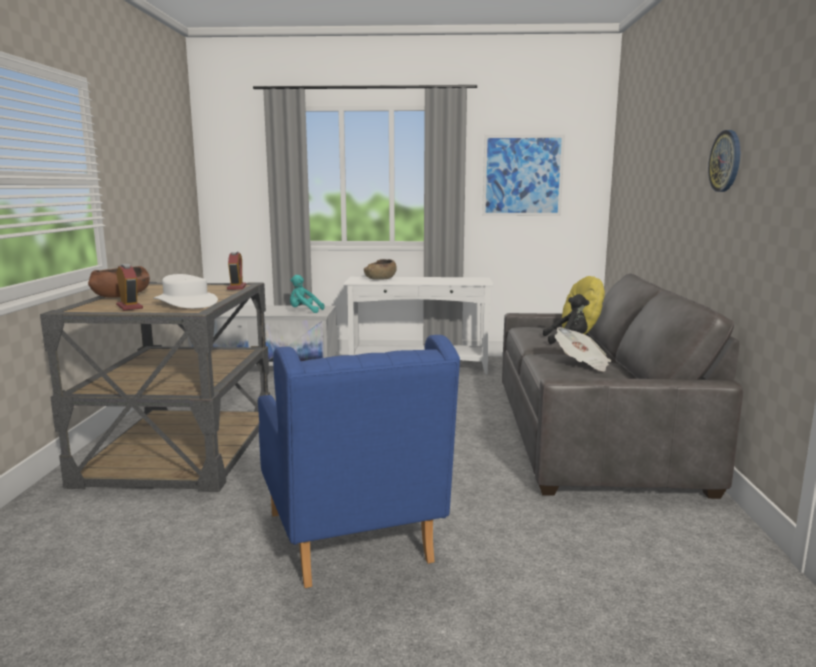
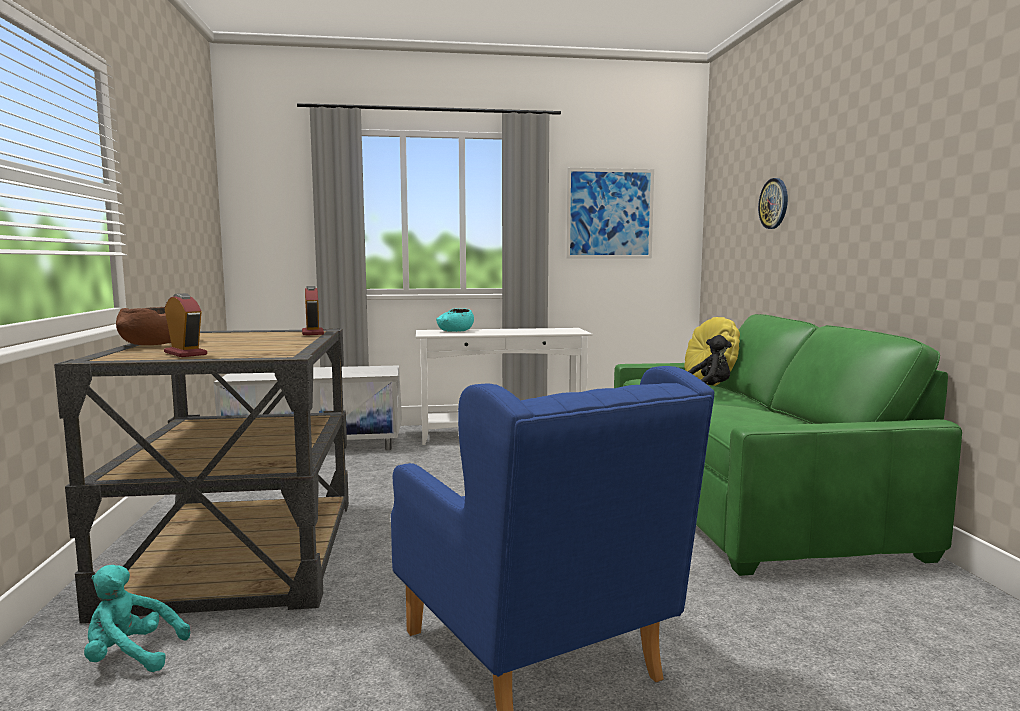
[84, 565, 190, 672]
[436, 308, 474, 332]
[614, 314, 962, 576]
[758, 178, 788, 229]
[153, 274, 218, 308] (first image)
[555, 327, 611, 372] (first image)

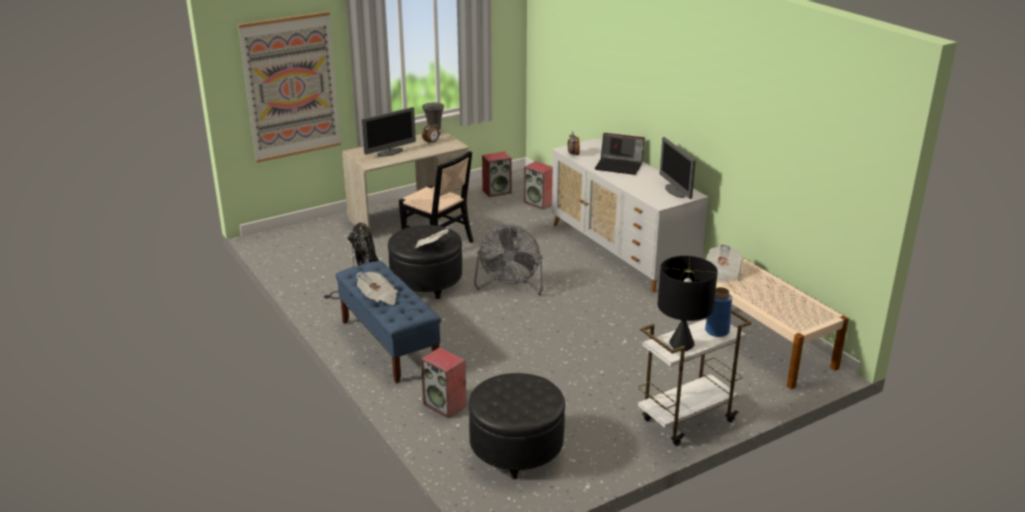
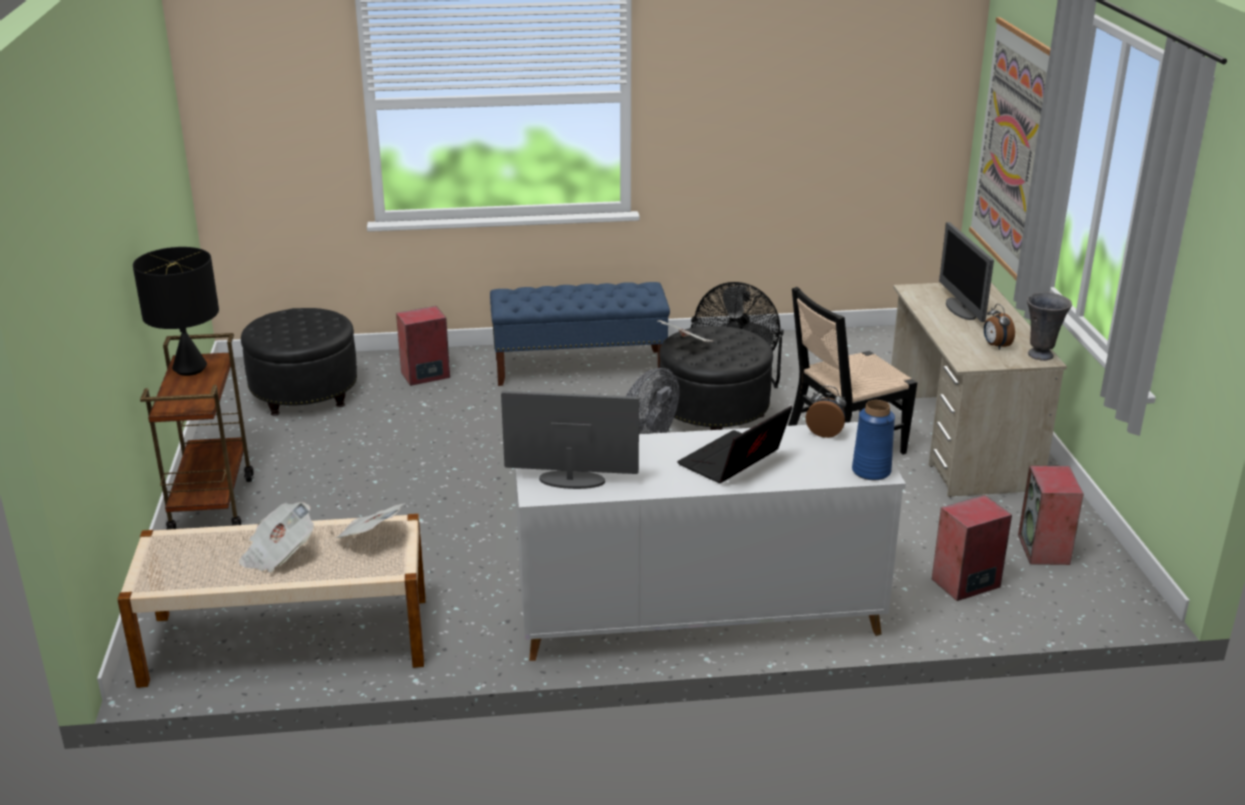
[140, 333, 254, 530]
[239, 502, 314, 573]
[852, 400, 895, 480]

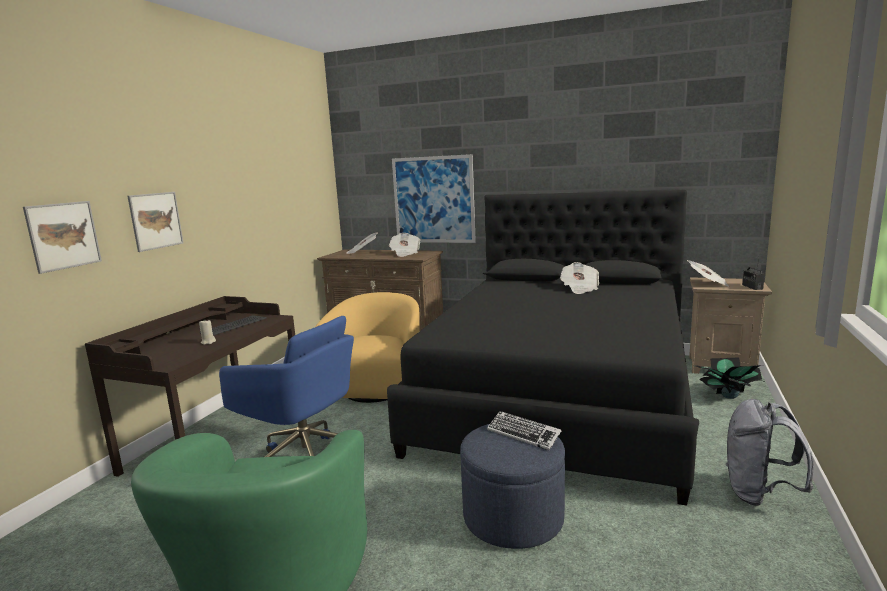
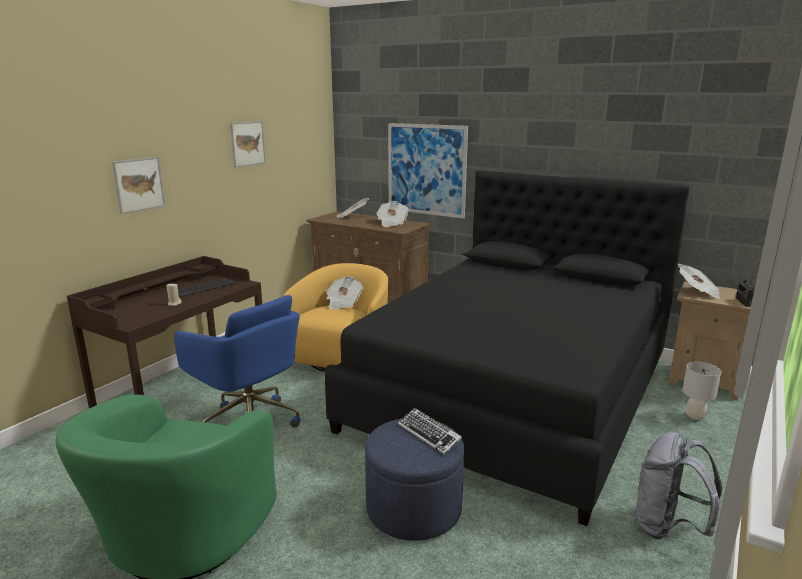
[230, 121, 266, 168]
[326, 276, 364, 310]
[682, 362, 721, 420]

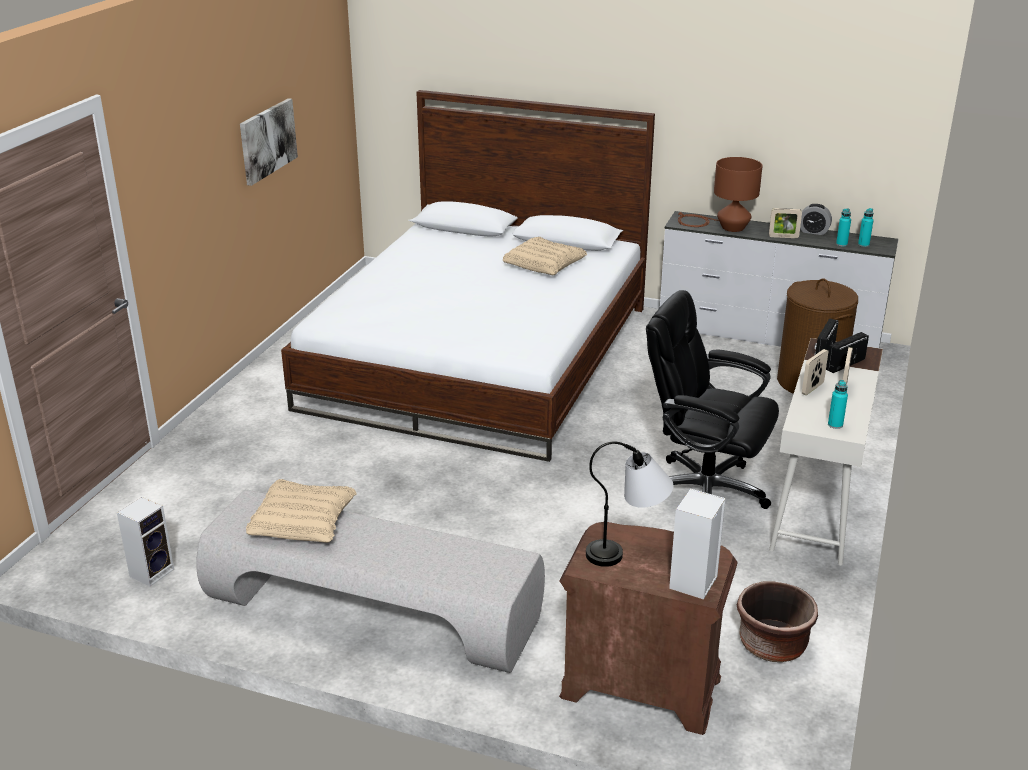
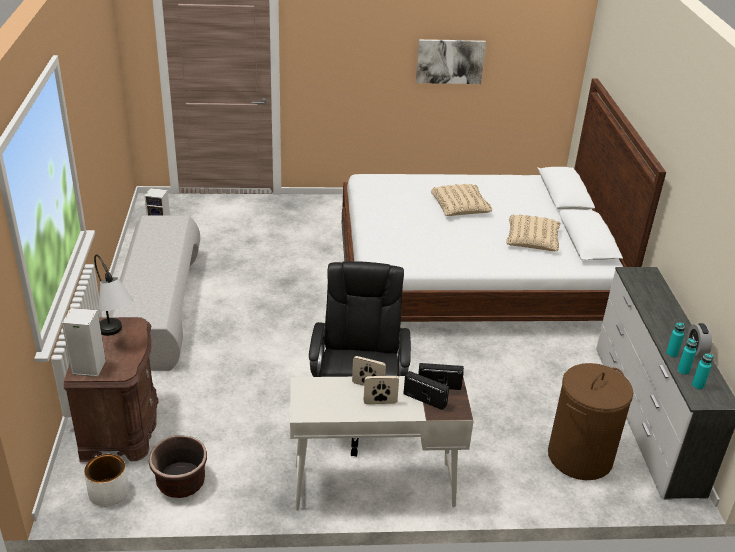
[84, 454, 129, 506]
[431, 184, 492, 216]
[666, 322, 685, 358]
[678, 157, 762, 232] (first image)
[769, 208, 802, 238] (first image)

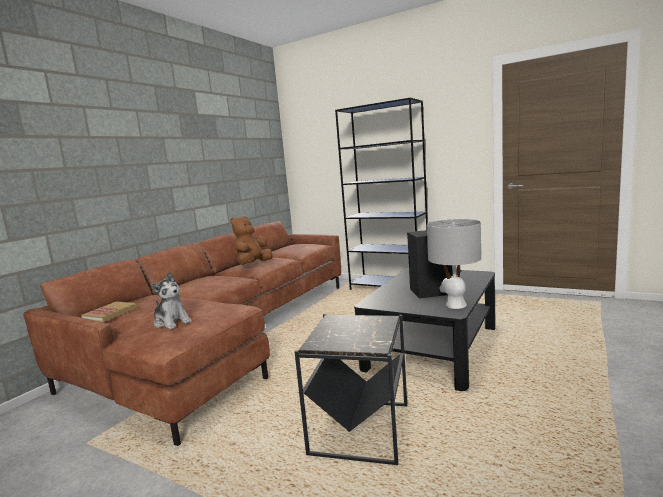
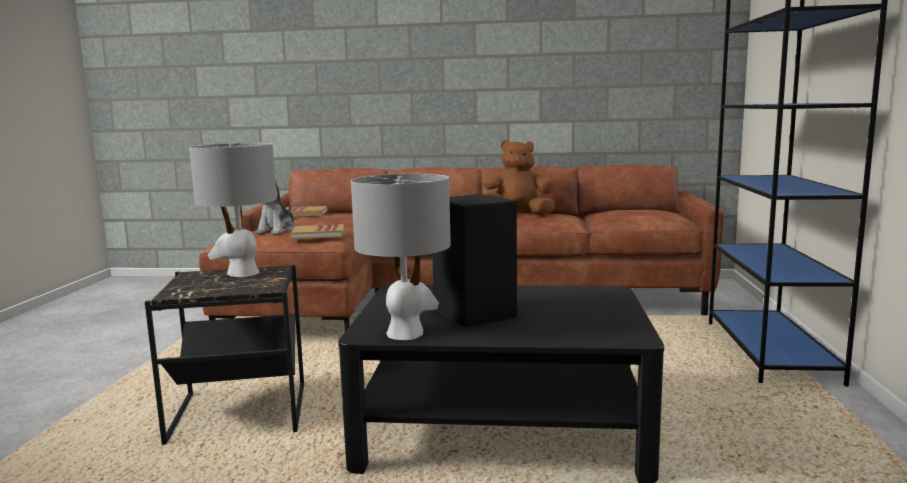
[189, 143, 277, 277]
[291, 224, 345, 239]

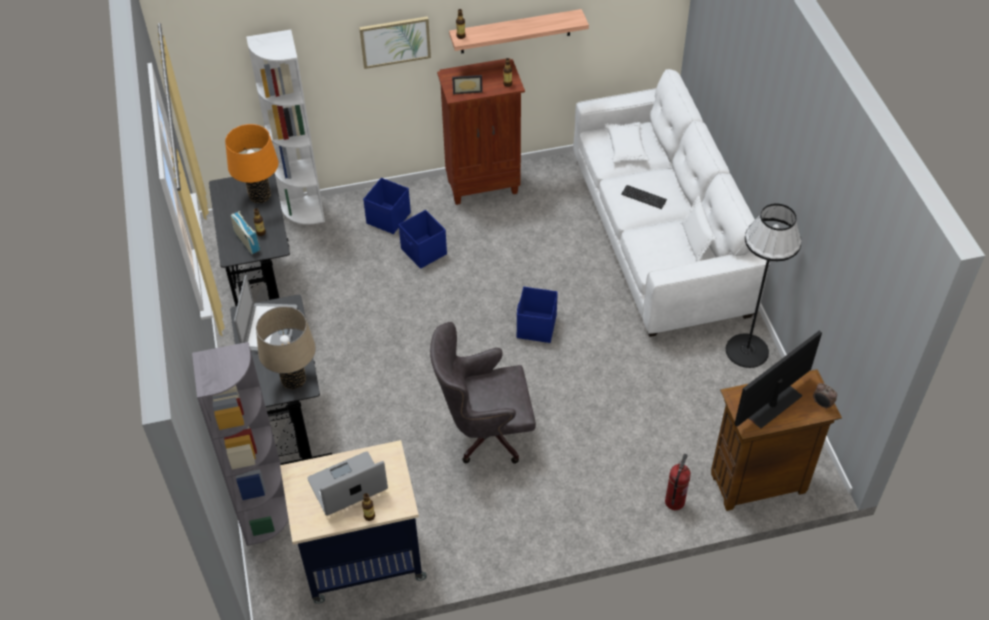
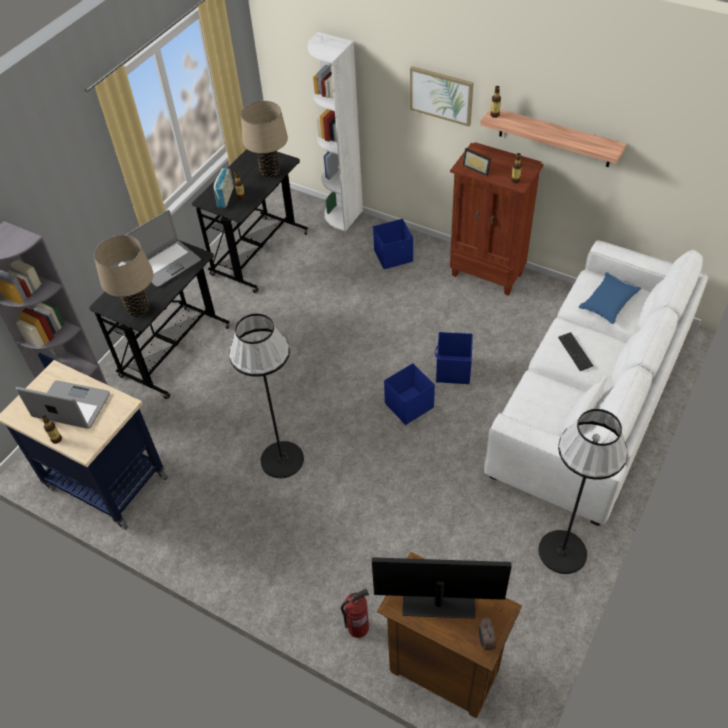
[229, 314, 304, 478]
[241, 101, 288, 177]
[435, 332, 473, 384]
[579, 272, 641, 324]

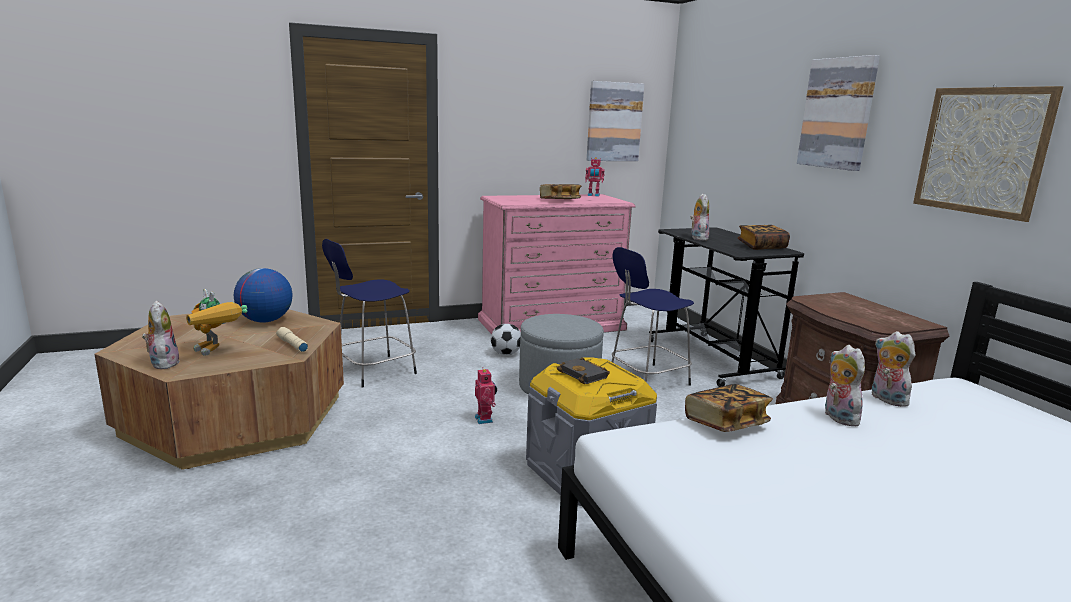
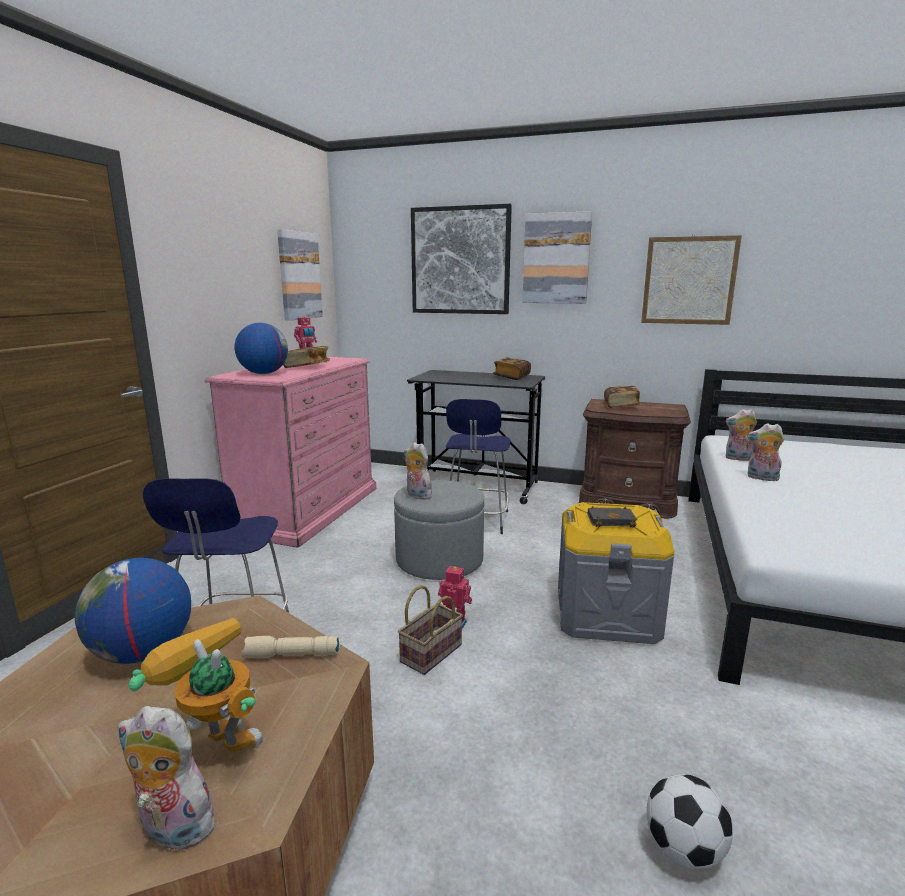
[129, 618, 263, 751]
[234, 323, 288, 374]
[398, 585, 463, 675]
[404, 442, 432, 500]
[411, 204, 512, 314]
[604, 386, 640, 408]
[647, 774, 733, 869]

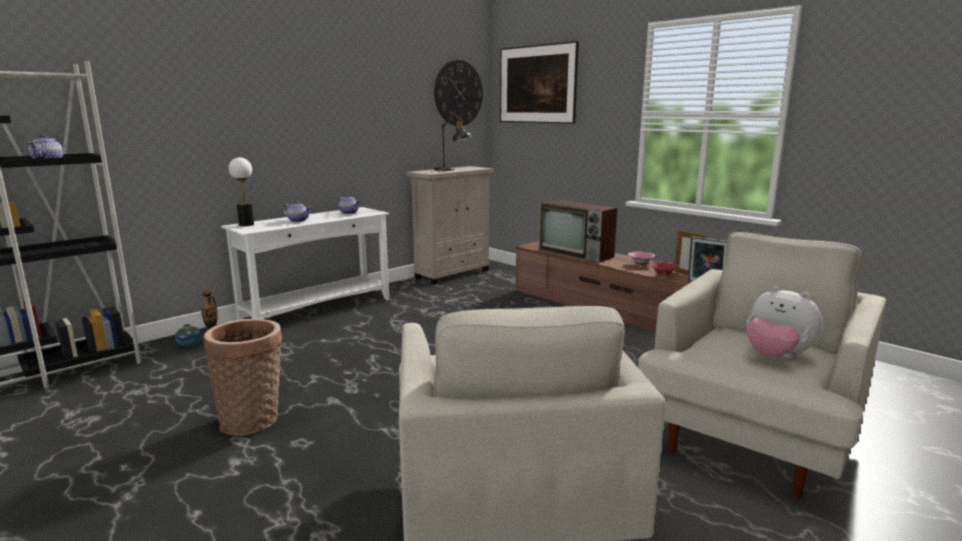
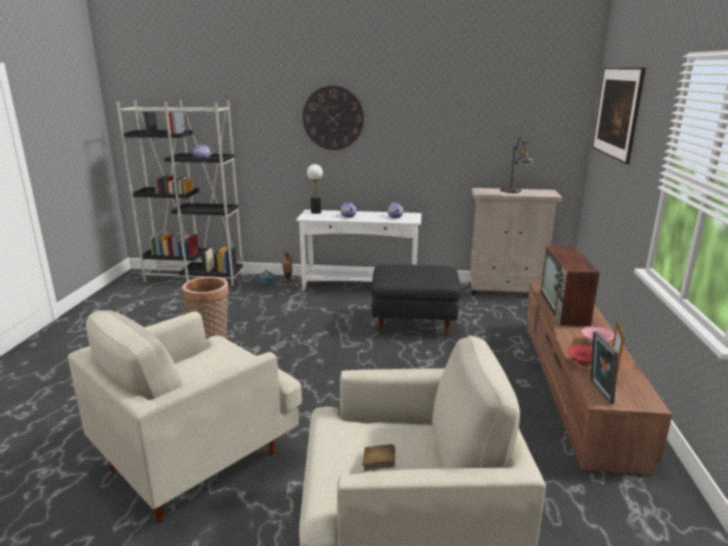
[302, 86, 364, 150]
[362, 444, 395, 472]
[371, 264, 461, 335]

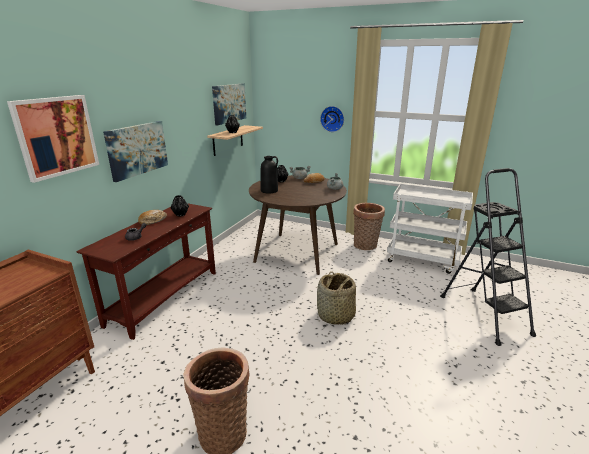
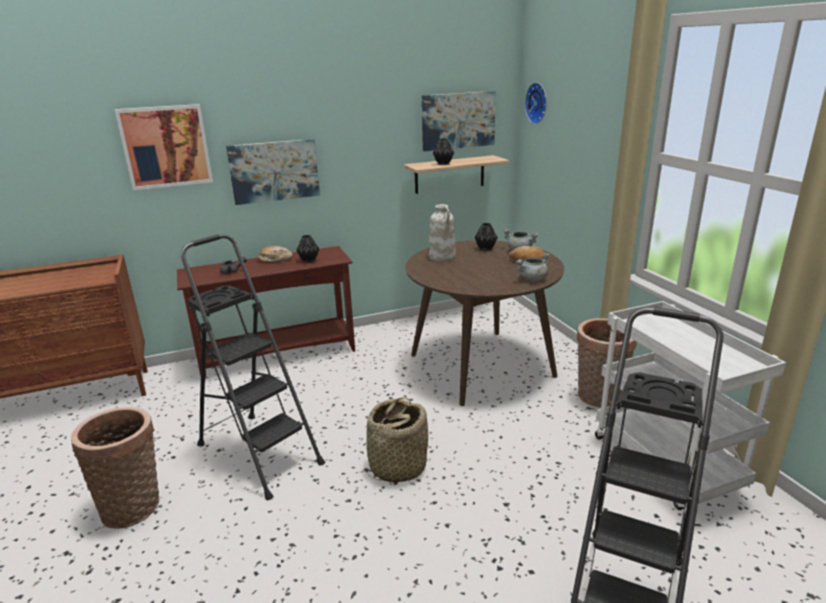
[181, 234, 325, 500]
[429, 204, 456, 262]
[525, 82, 547, 124]

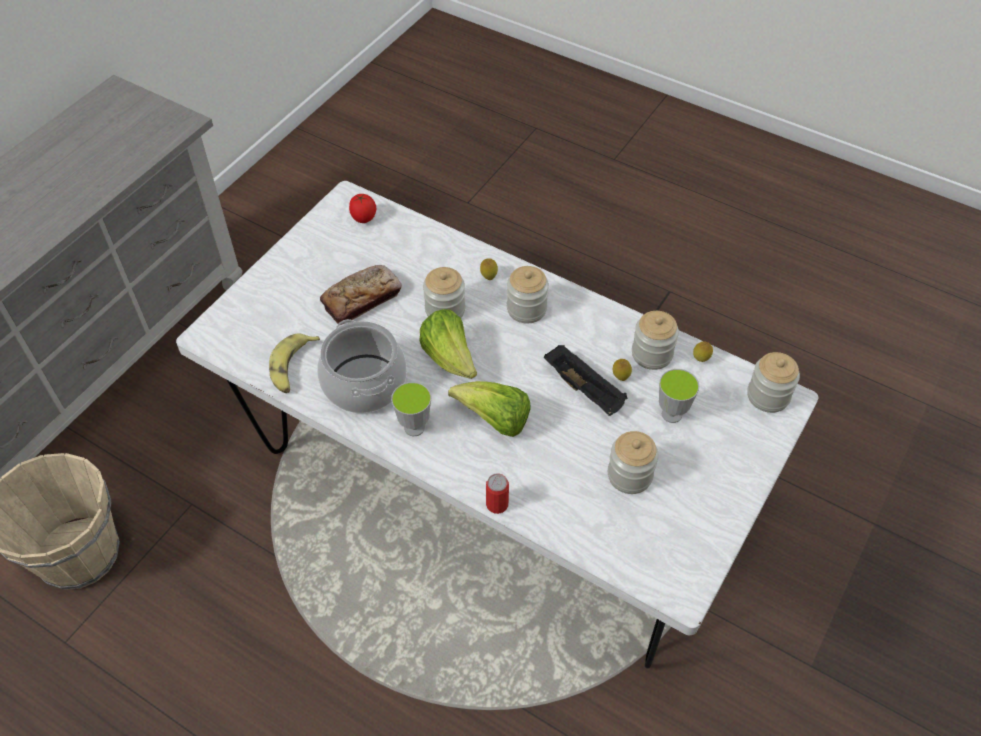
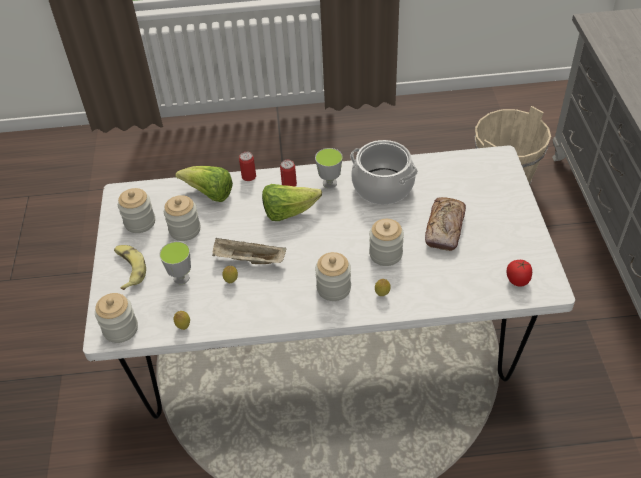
[114, 245, 146, 290]
[118, 188, 155, 233]
[175, 166, 233, 202]
[212, 238, 286, 264]
[280, 160, 297, 187]

